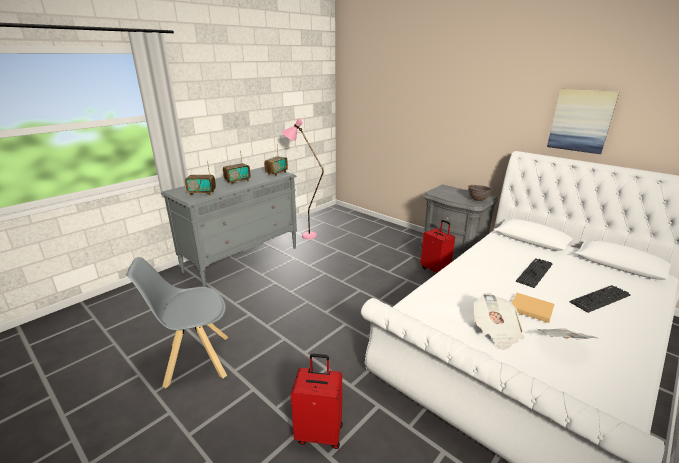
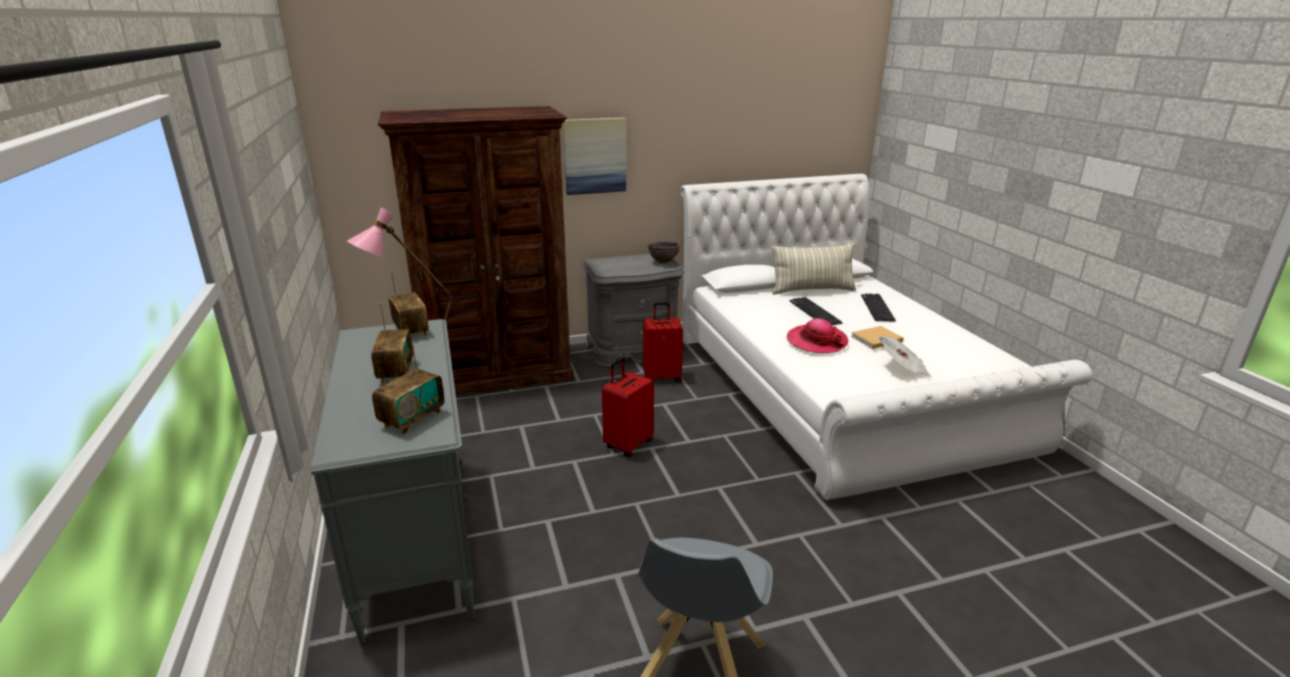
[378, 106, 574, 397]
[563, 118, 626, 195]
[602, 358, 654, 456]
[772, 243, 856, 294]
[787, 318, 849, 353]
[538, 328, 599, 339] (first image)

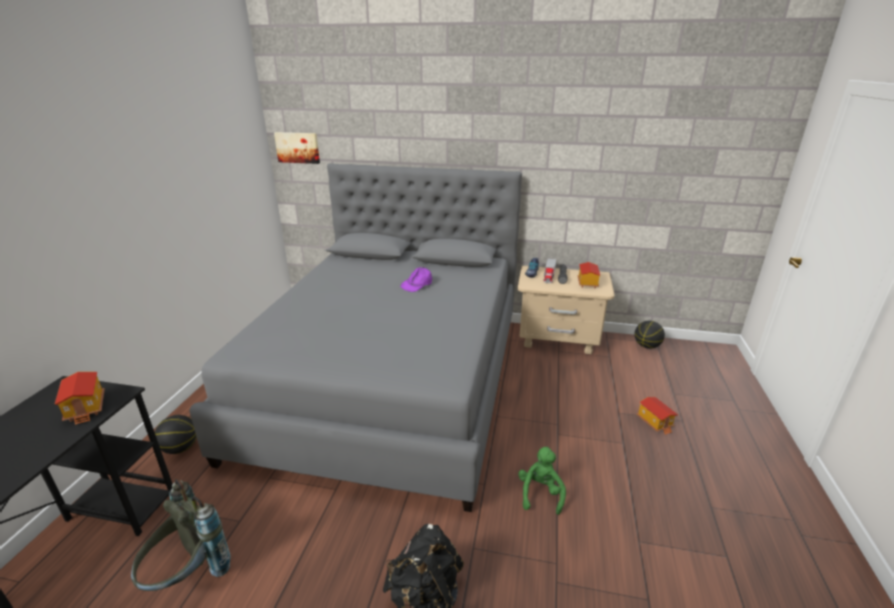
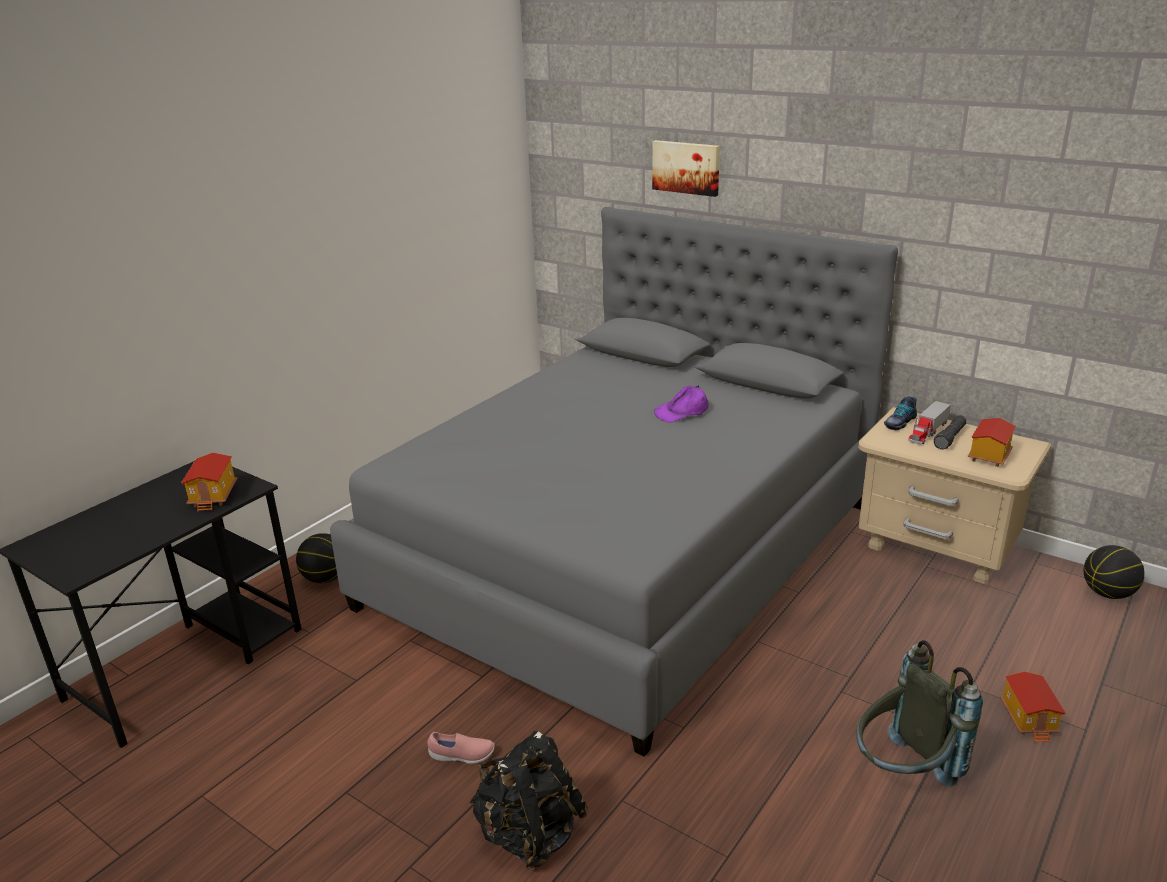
[428, 732, 495, 764]
[652, 140, 720, 197]
[857, 640, 983, 787]
[518, 447, 566, 515] (first image)

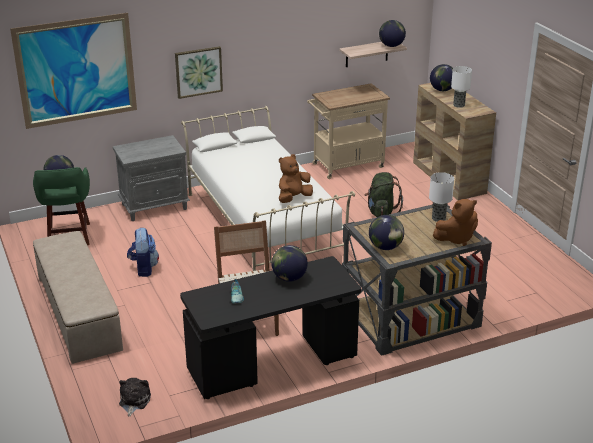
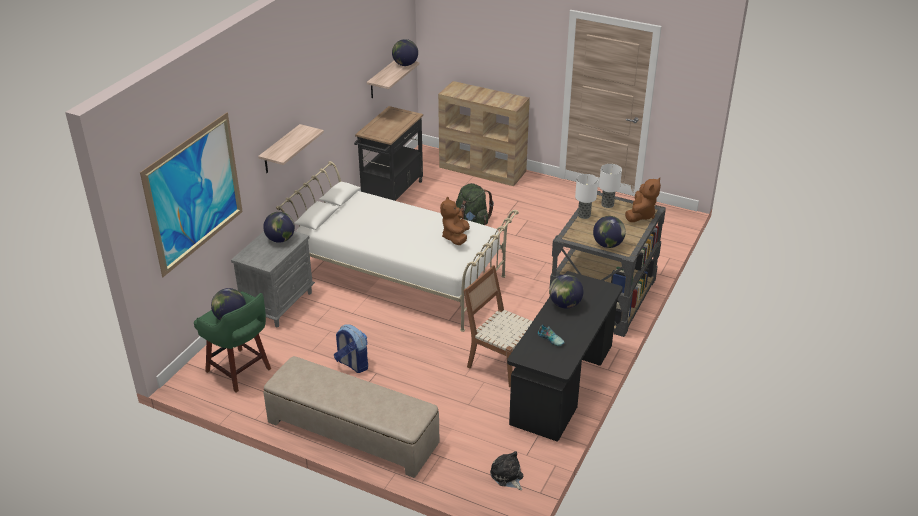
[258, 124, 324, 173]
[263, 212, 295, 243]
[354, 106, 423, 201]
[575, 174, 598, 219]

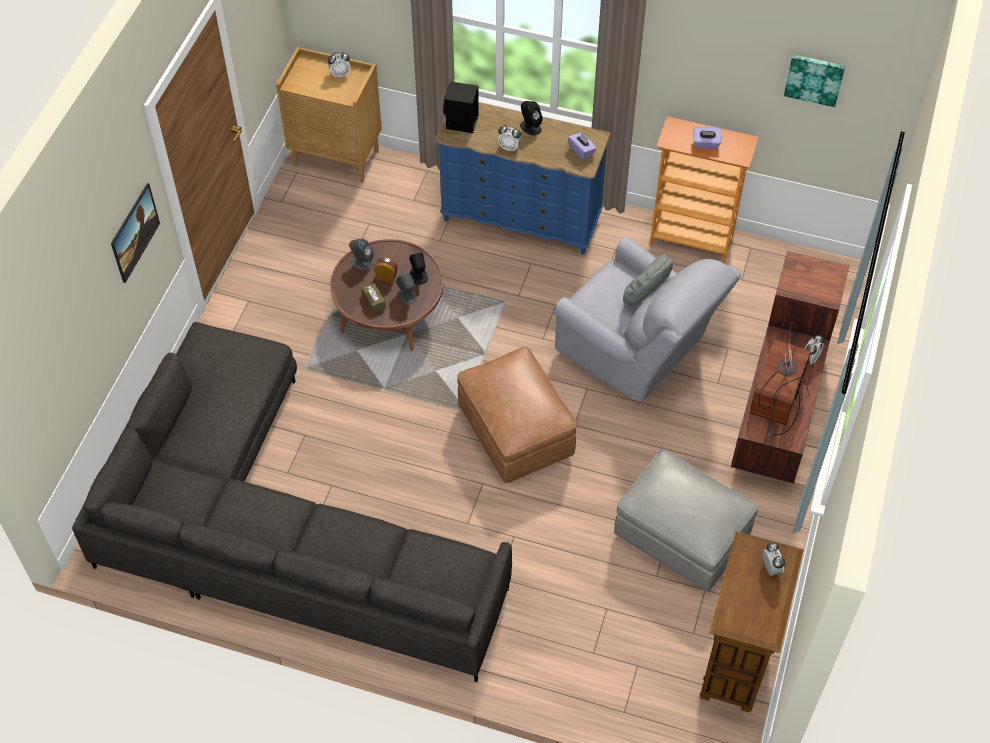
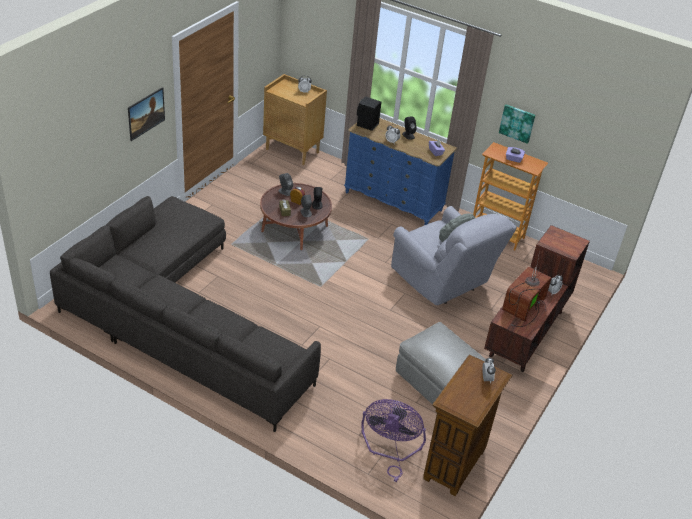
[361, 399, 426, 482]
[499, 104, 535, 144]
[457, 346, 577, 483] (first image)

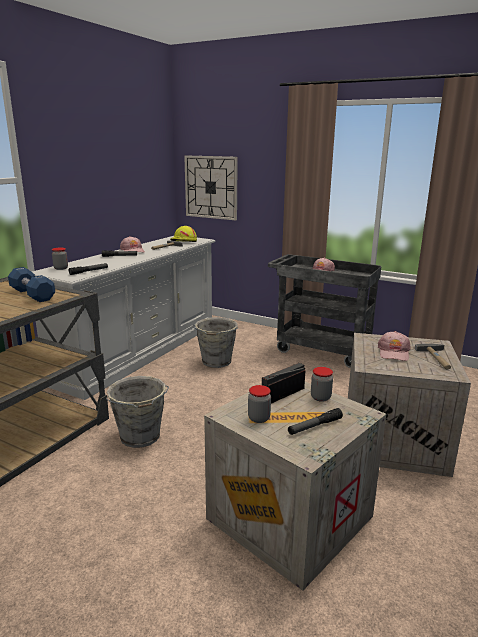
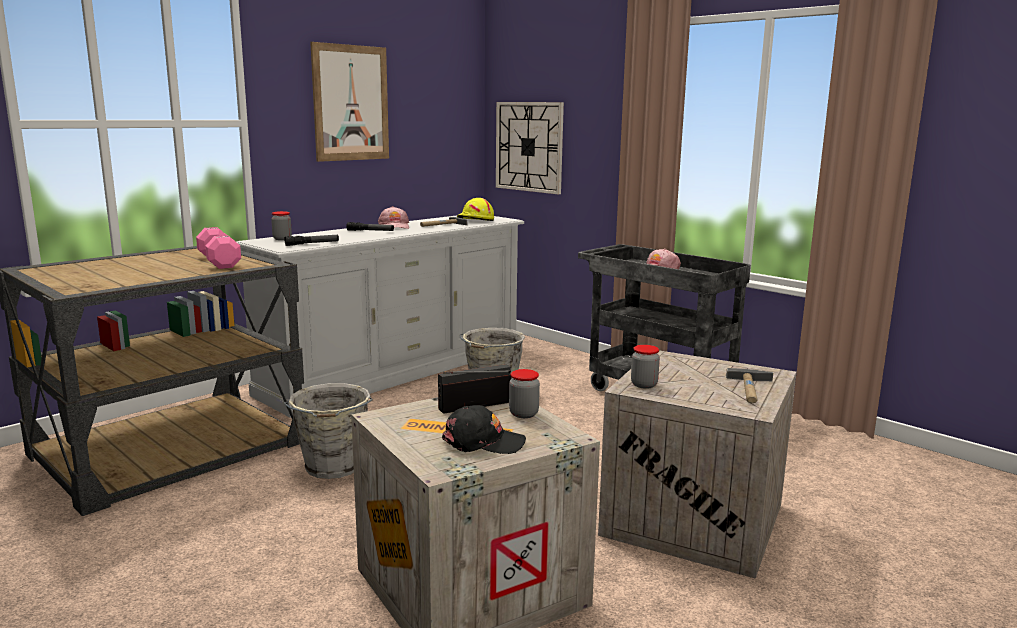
[196, 227, 241, 269]
[310, 42, 389, 162]
[442, 405, 526, 454]
[631, 345, 660, 389]
[378, 331, 410, 361] (first image)

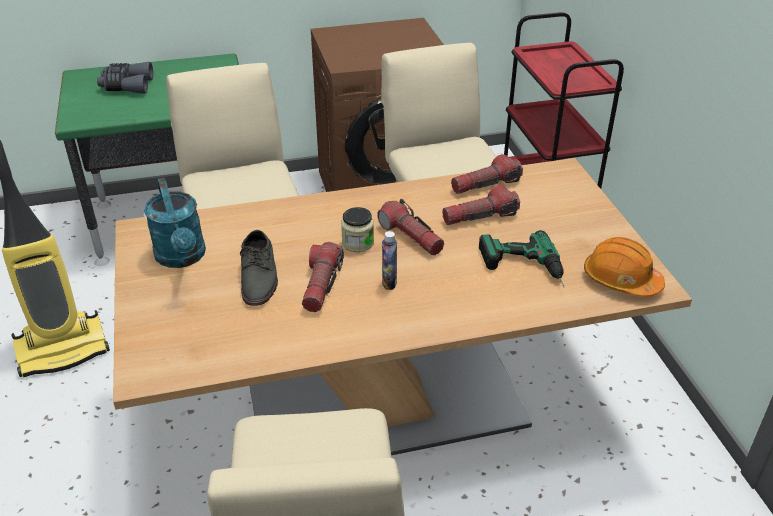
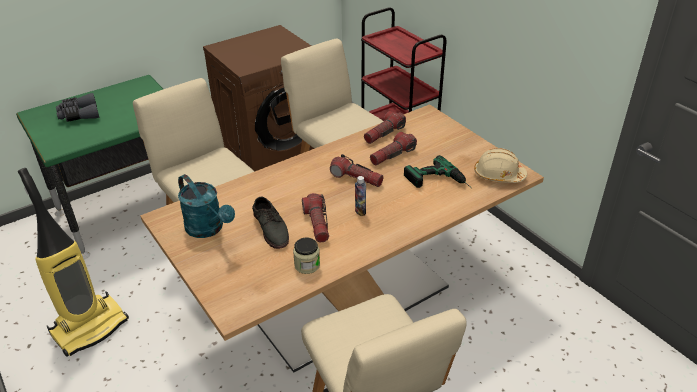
[293, 238, 320, 274]
[474, 148, 527, 183]

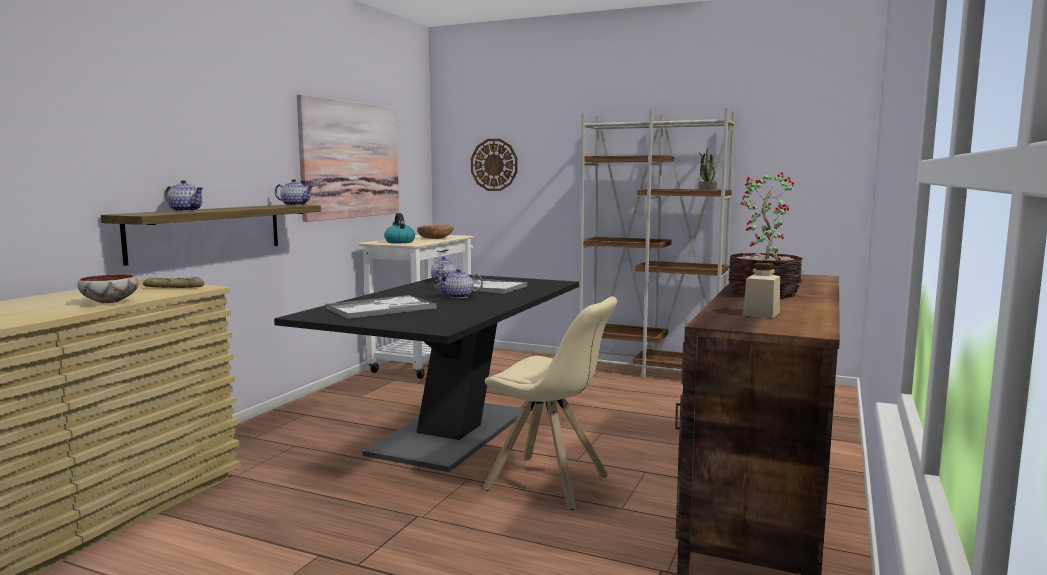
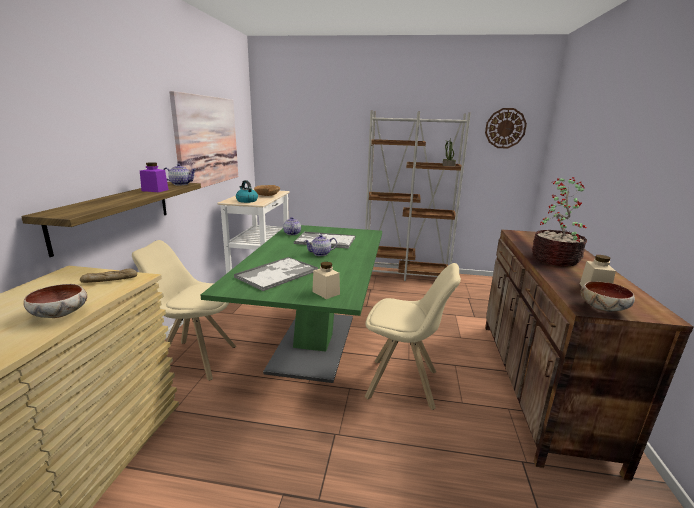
[132, 240, 236, 381]
[140, 162, 169, 192]
[200, 225, 382, 383]
[312, 262, 340, 299]
[485, 108, 527, 149]
[581, 281, 635, 312]
[165, 180, 203, 212] (first image)

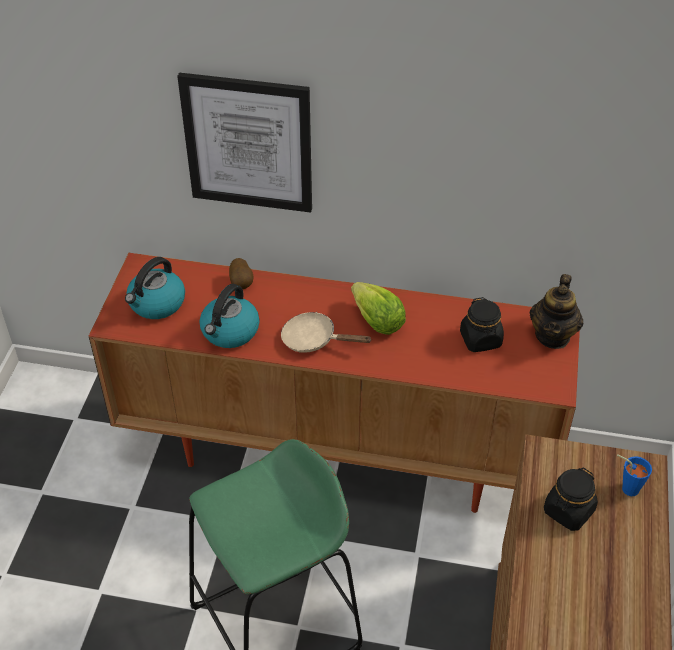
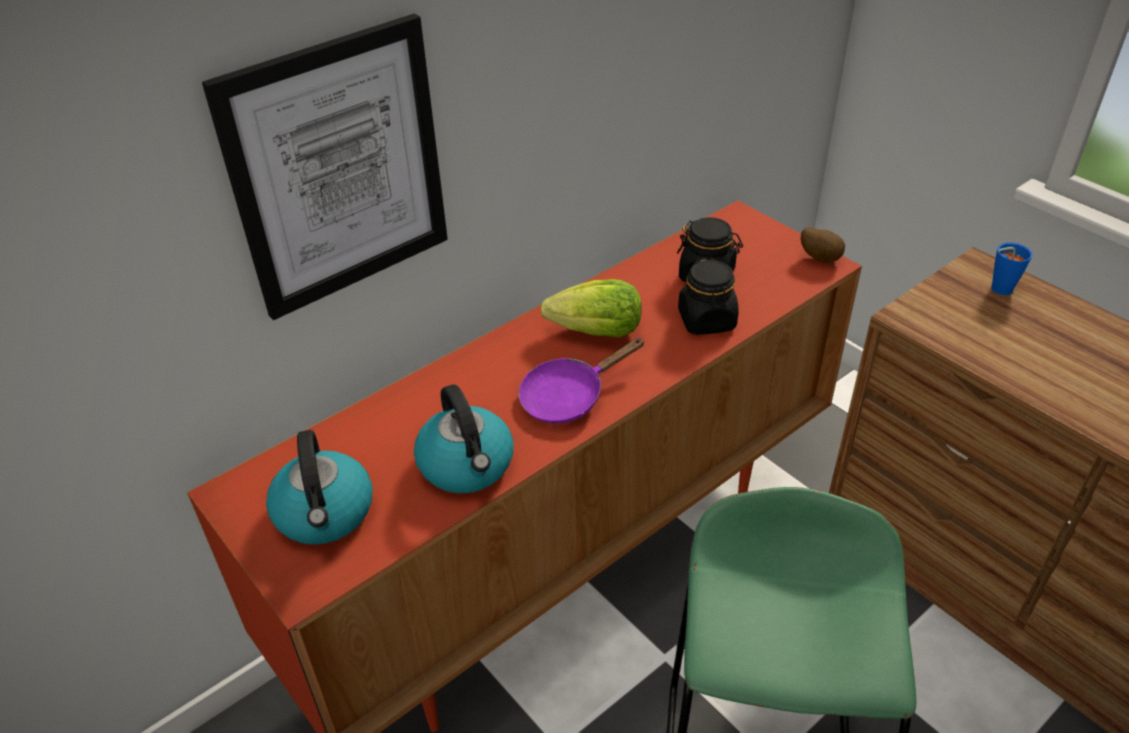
[518, 338, 645, 424]
[678, 258, 739, 335]
[801, 227, 845, 263]
[530, 274, 584, 349] (first image)

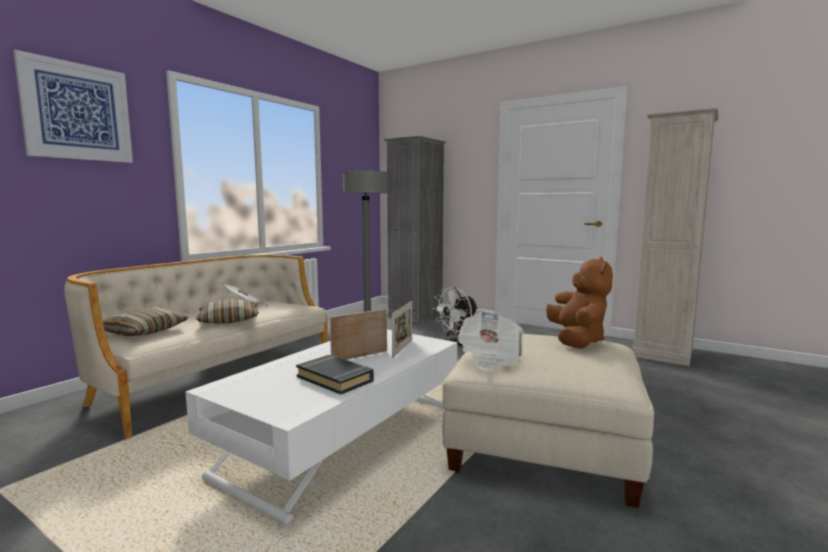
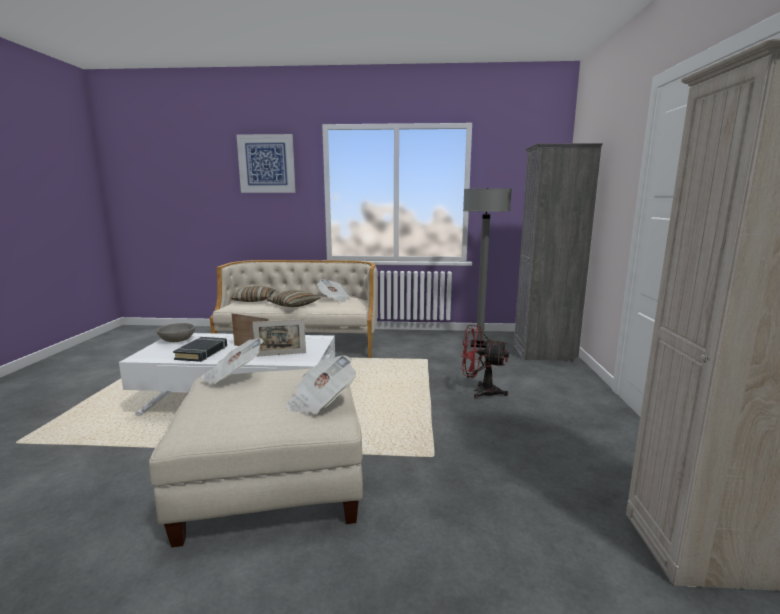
[156, 323, 195, 342]
[285, 355, 356, 414]
[461, 325, 509, 399]

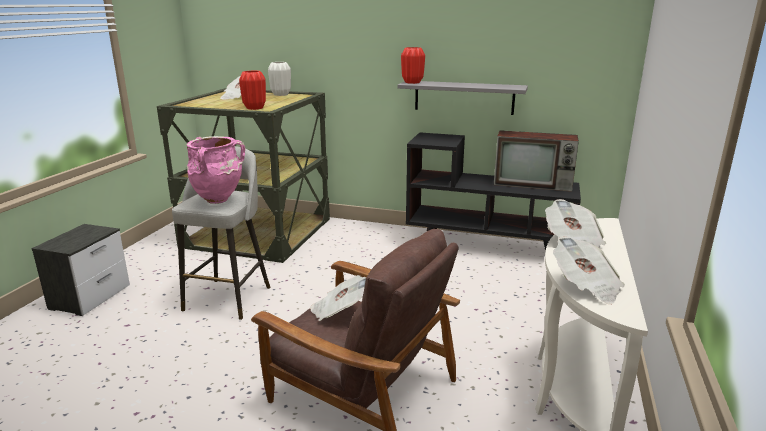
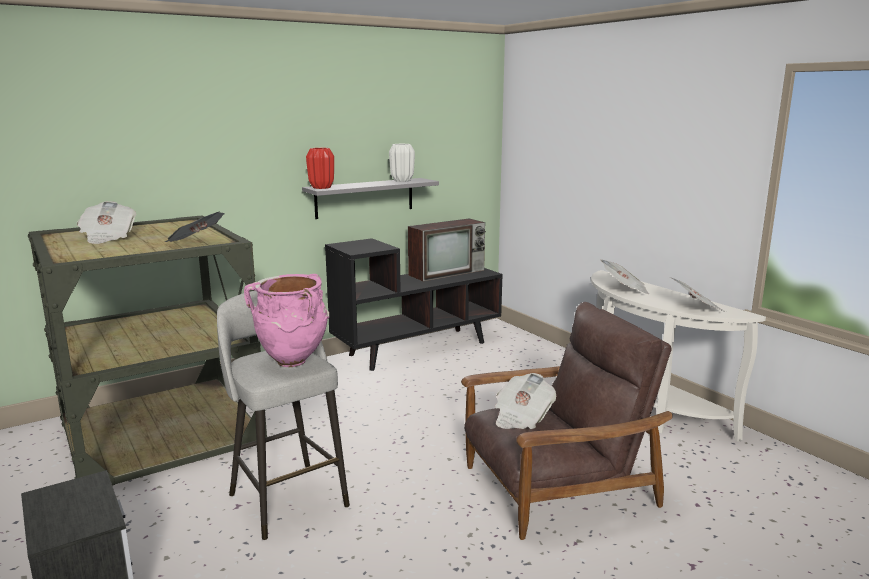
[165, 211, 225, 242]
[389, 144, 415, 182]

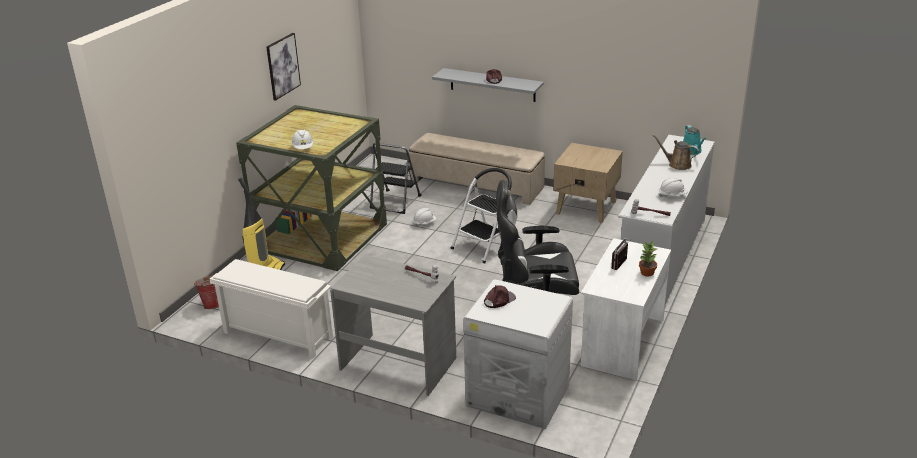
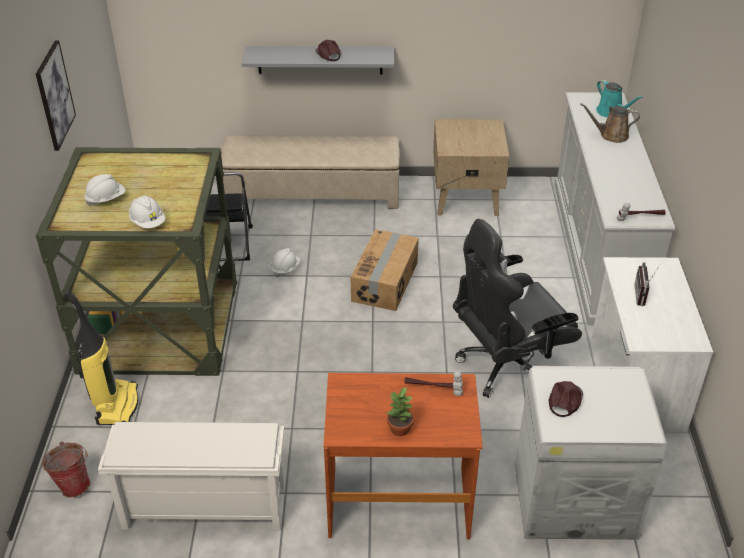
[84, 174, 126, 206]
[324, 373, 483, 540]
[350, 229, 419, 311]
[387, 386, 414, 436]

